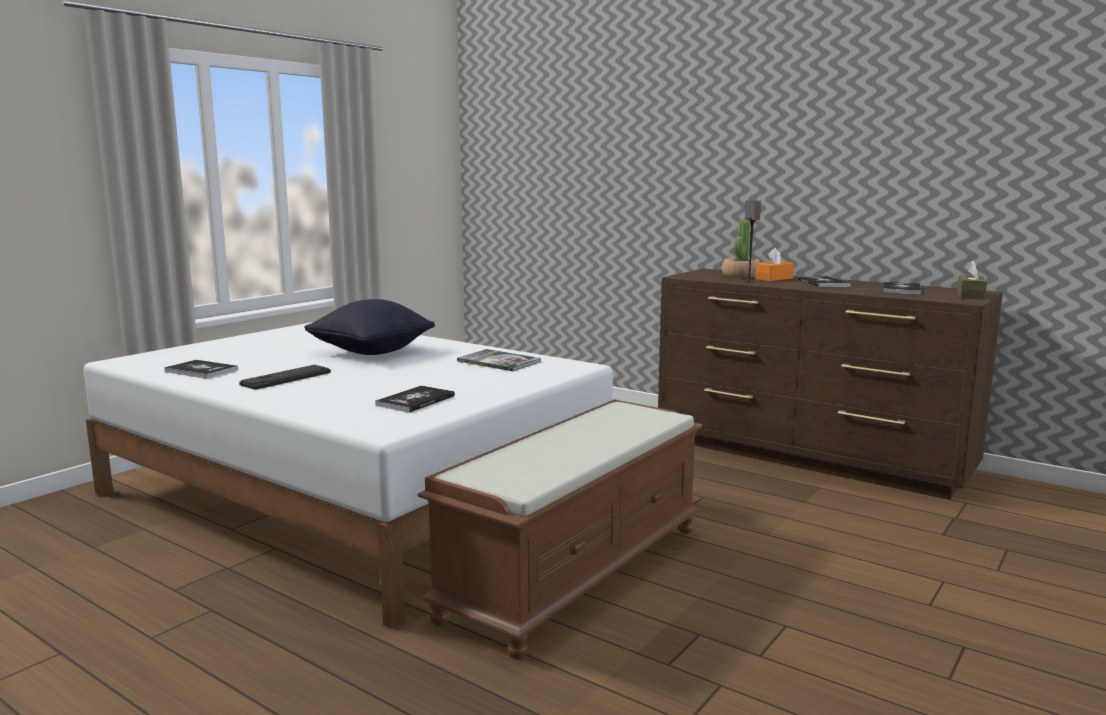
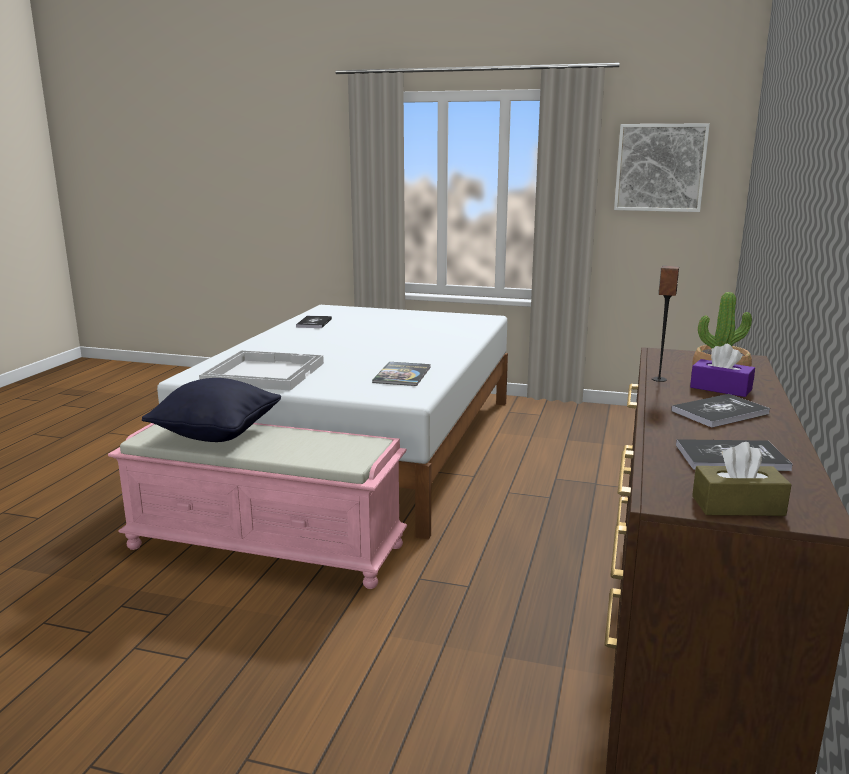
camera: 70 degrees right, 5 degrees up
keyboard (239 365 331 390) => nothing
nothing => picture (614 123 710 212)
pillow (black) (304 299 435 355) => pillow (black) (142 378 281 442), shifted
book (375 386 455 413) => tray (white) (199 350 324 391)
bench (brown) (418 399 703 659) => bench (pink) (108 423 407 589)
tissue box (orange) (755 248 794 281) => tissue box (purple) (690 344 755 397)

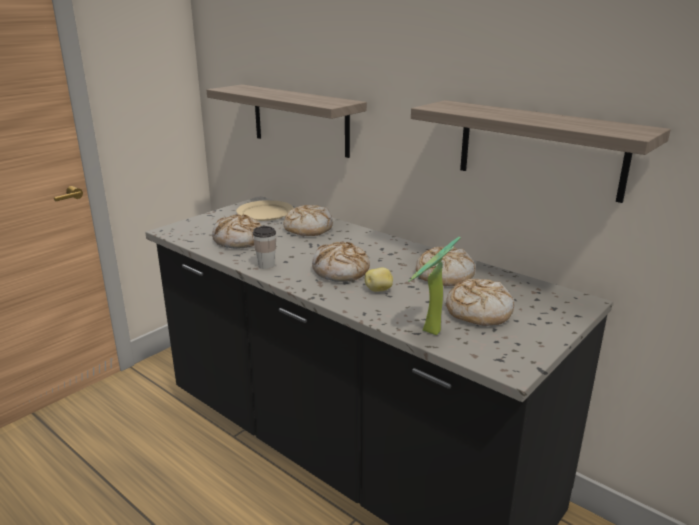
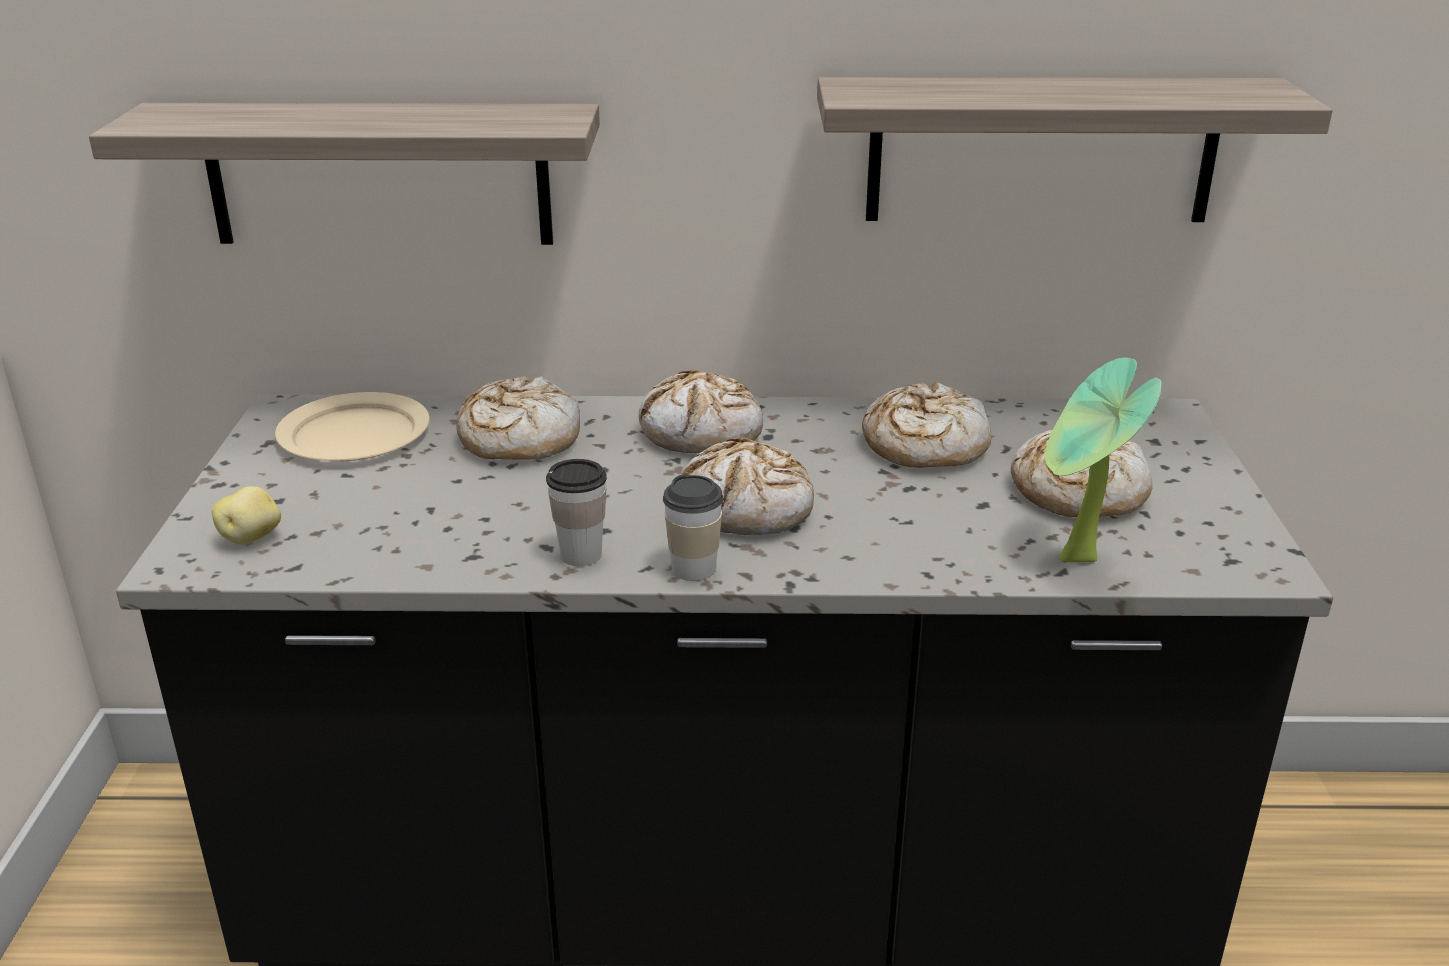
camera: 40 degrees left, 5 degrees up
nothing => cup (663 475 723 581)
bread (212 215 262 249) => bread (639 370 763 453), shifted
potato (365 267 393 292) => potato (212 486 281 545), shifted

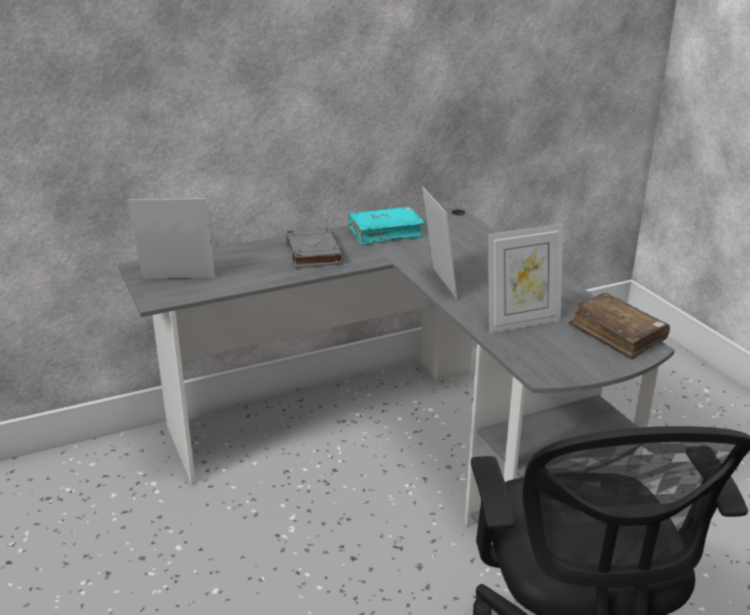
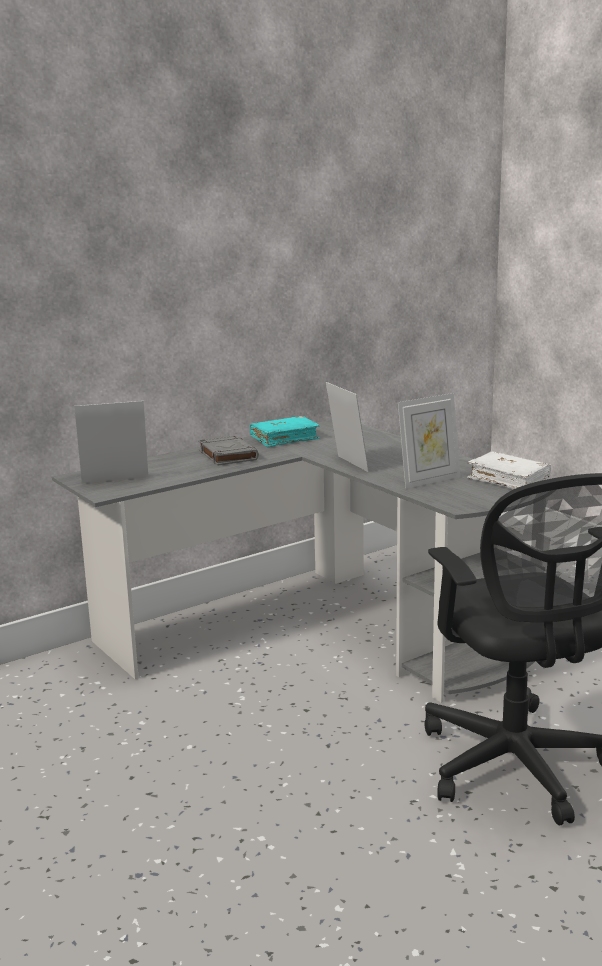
camera: 10 degrees left, 10 degrees down
book (brown) (568 293 670 360) => book (white) (467 451 551 489)

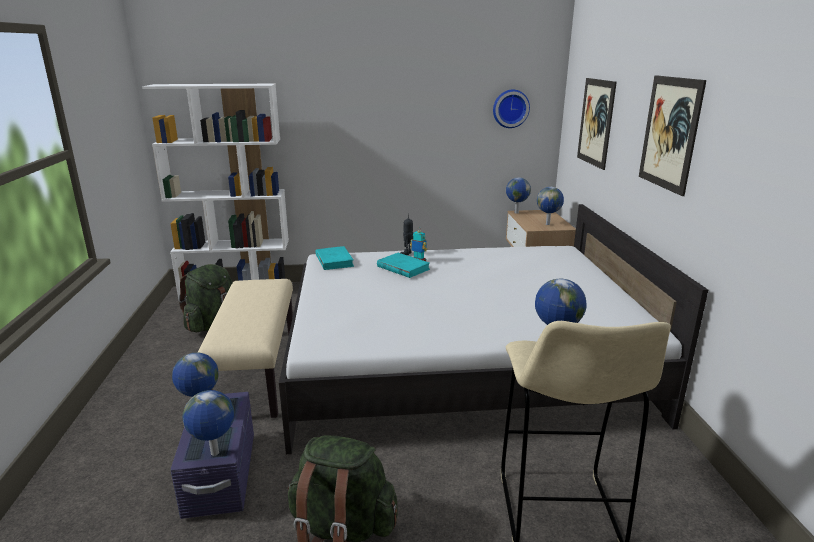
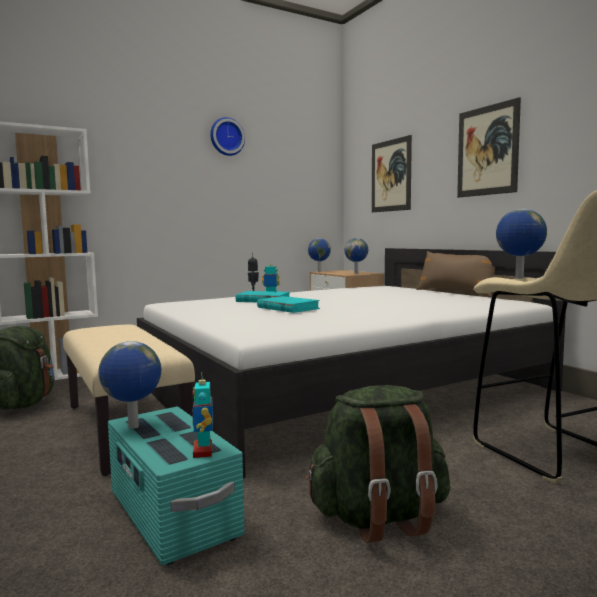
camera: 25 degrees left, 15 degrees down
nothing => pillow (brown) (416 251 495 297)
book (turquoise) (315 246 354 270) => book (turquoise) (257 296 320 313), shifted
wall clock (493 89 530 128) => wall clock (210 117 245 156), shifted
globe (182 390 234 456) => toy robot (192 379 213 458)
storage box (purple) (170 392 254 519) => storage box (turquoise) (108 407 245 565)

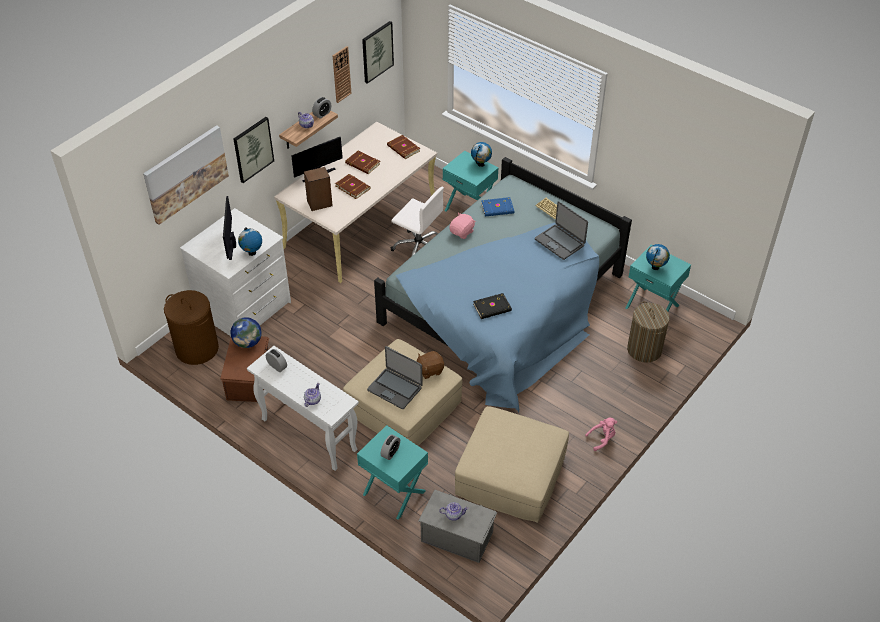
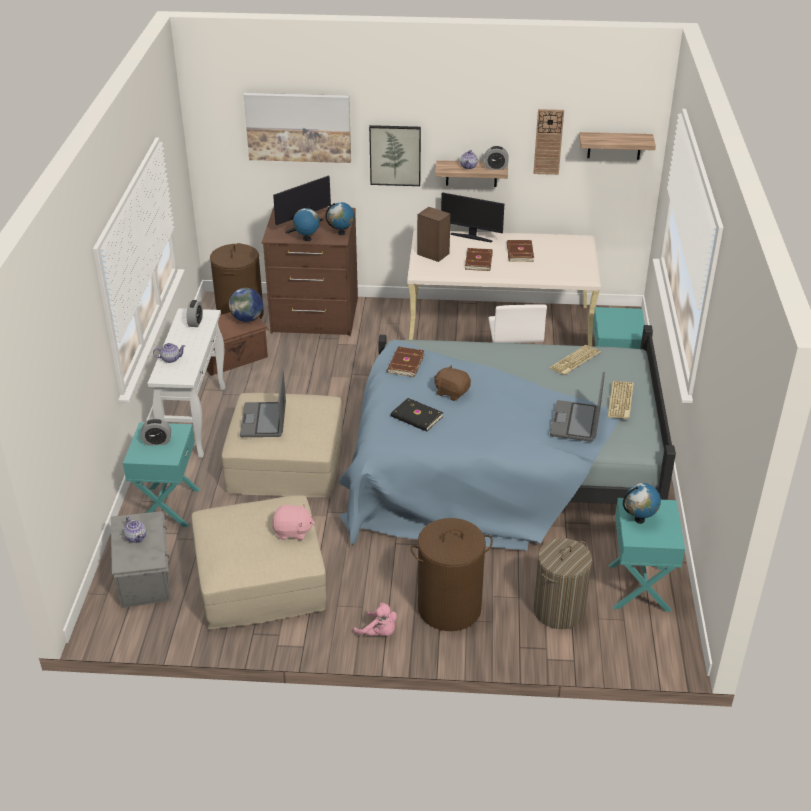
camera: 55 degrees right, 10 degrees down
nothing => laundry basket (brown) (411 518 493 631)
book (brown) (387 135 420 159) => book (brown) (387 347 425 377), shifted
plush toy (brown) (416 351 444 379) => plush toy (brown) (434 365 471 401), shifted
plush toy (pink) (449 212 476 239) => plush toy (pink) (272 503 315 540), shifted
globe (471 142 492 167) => globe (325 202 354 235), shifted
picture (362 21 394 84) => shelf (579 132 656 160)
book (blue) (481 197 514 217) => keyboard (549 345 601 375)
dresser (white) (180 208 291 336) => dresser (brown) (262 207 358 336)

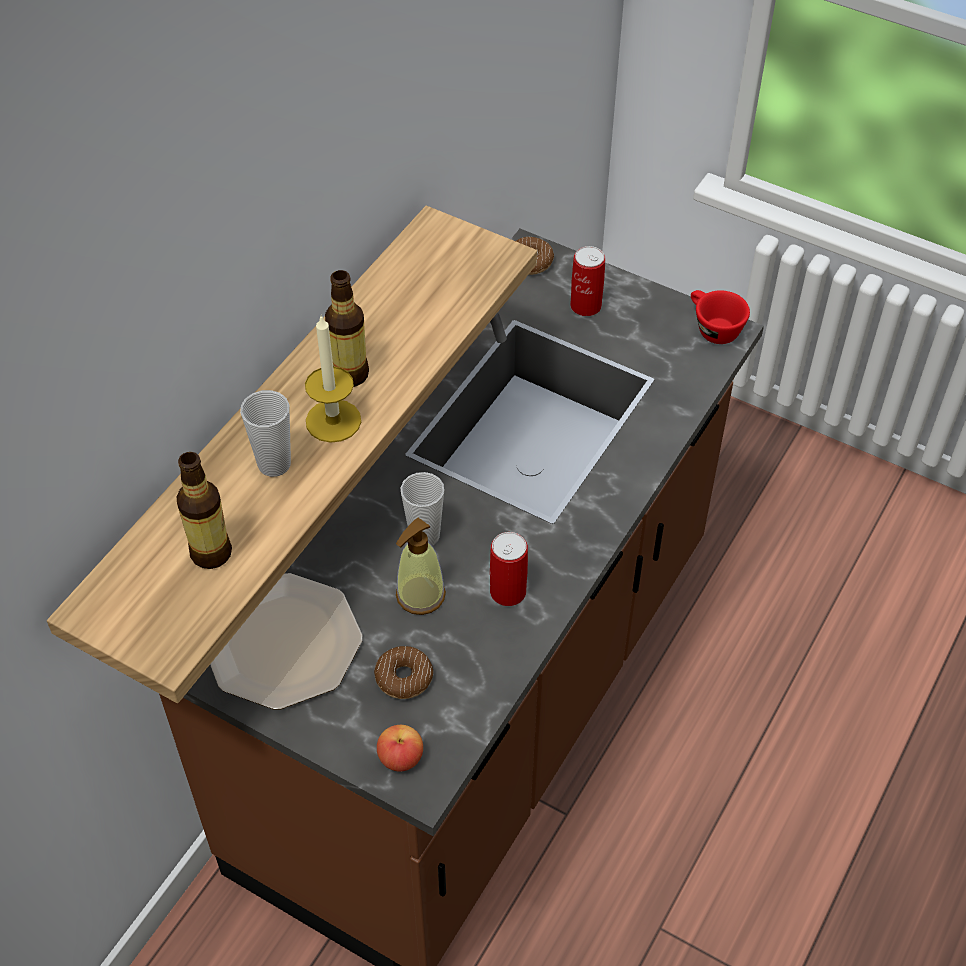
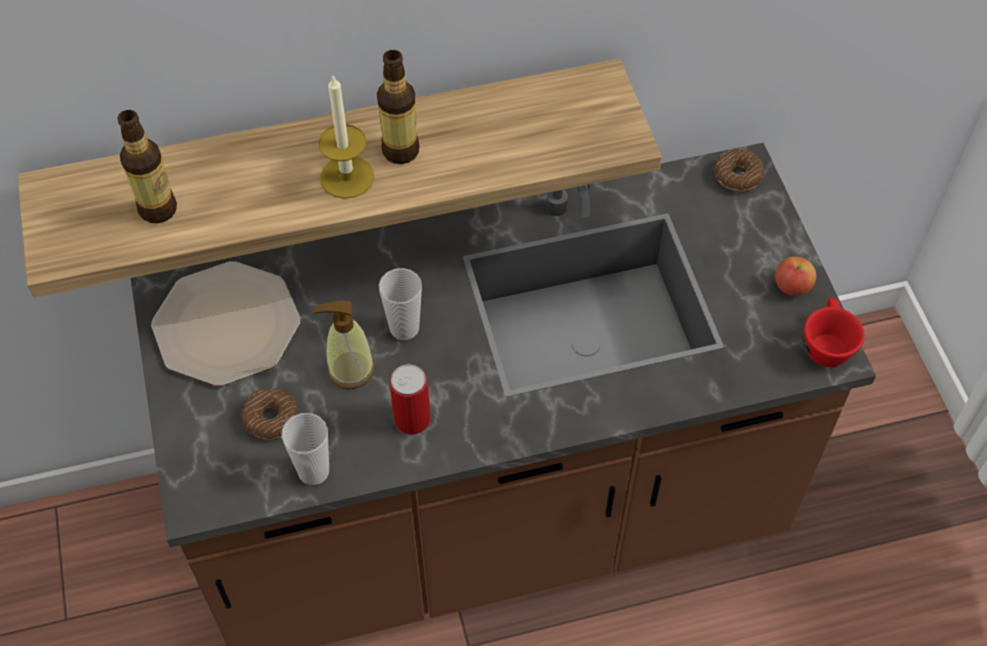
camera: 45 degrees right, 5 degrees up
can (570 246 605 316) => nothing
cup (240 390 291 477) => cup (281 413 329 485), shifted
apple (377 725 423 772) => apple (775 257 816 296), shifted

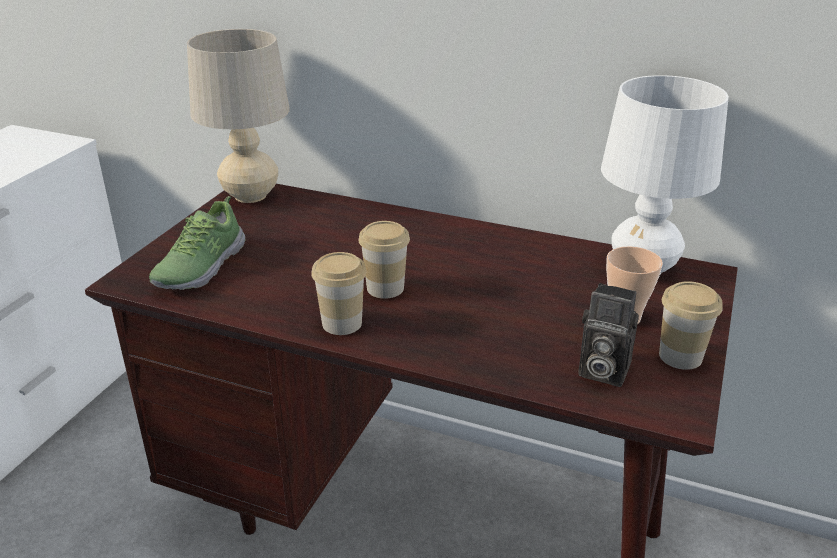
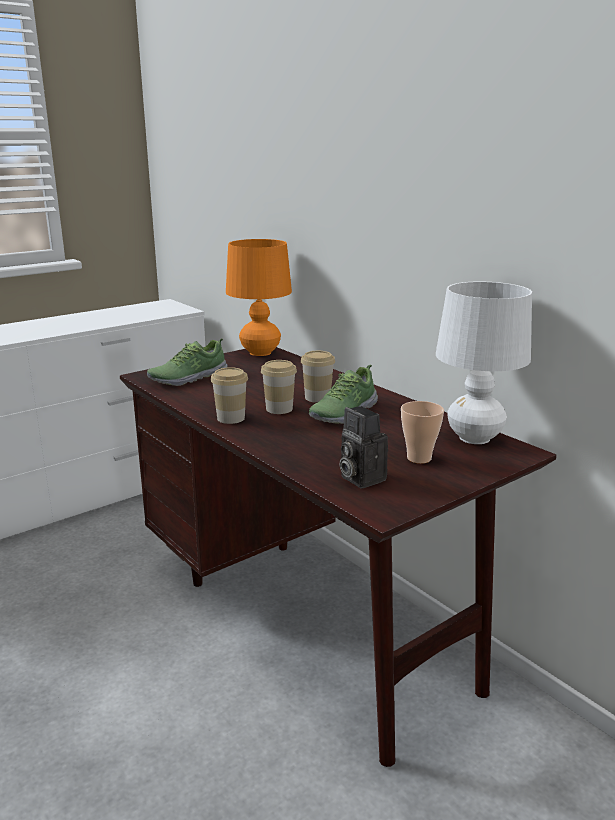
camera: 30 degrees right, 10 degrees down
nothing => shoe (309 365 378 424)
cup (659 281 723 370) => cup (301 351 335 403), shifted
table lamp (beige) (187 29 290 203) => table lamp (orange) (226 239 292 356)

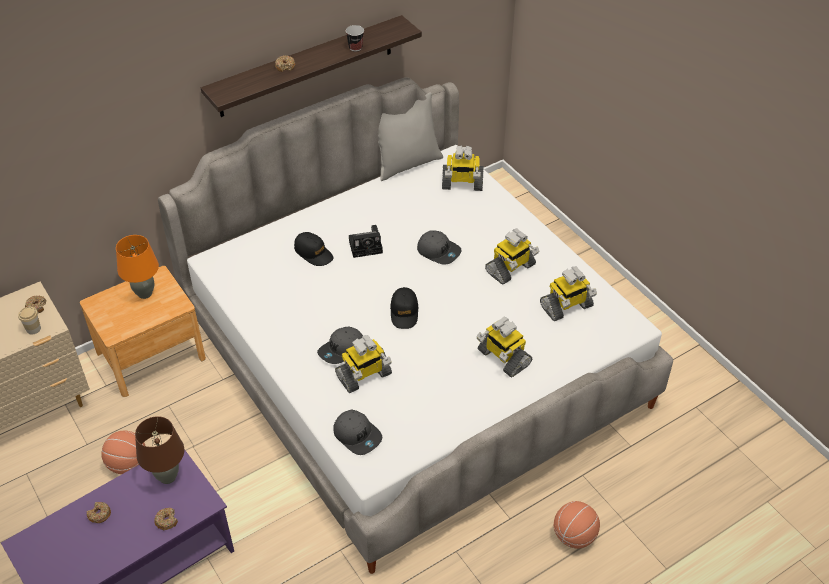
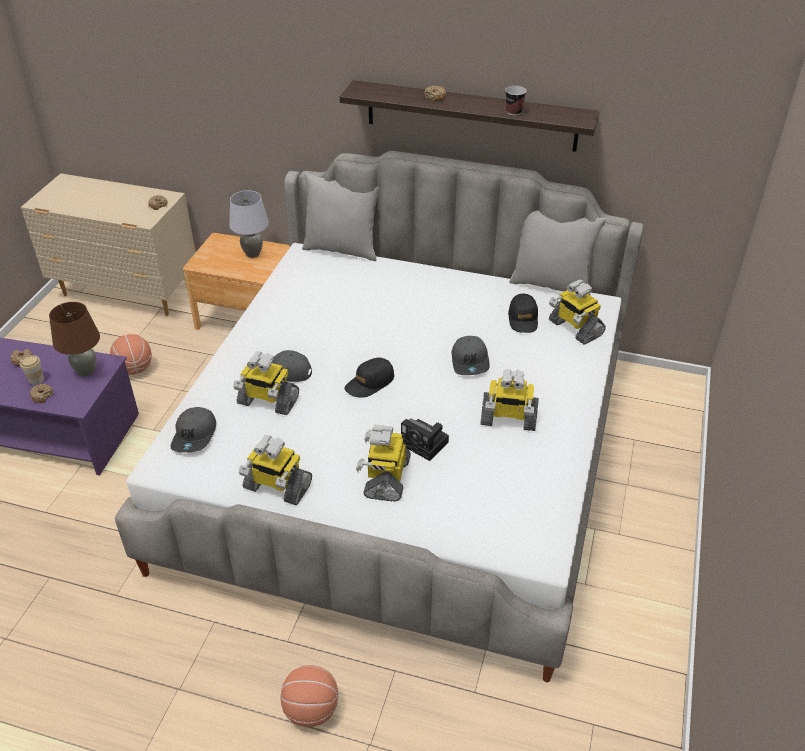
camera: 50 degrees right, 5 degrees down
nothing => pillow (grey) (302 173 379 261)
cup (18 307 41 335) => cup (20 355 44 385), shifted
cap (black) (294 232 334 266) => cap (black) (508 293 538 333), shifted
photo camera (349 225 383 258) => photo camera (401 419 449 461), shifted
toy robot (540 266 597 321) => toy robot (239 435 312 505), shifted
table lamp (orange) (116 235 159 299) => table lamp (grey) (229 190 269 258)

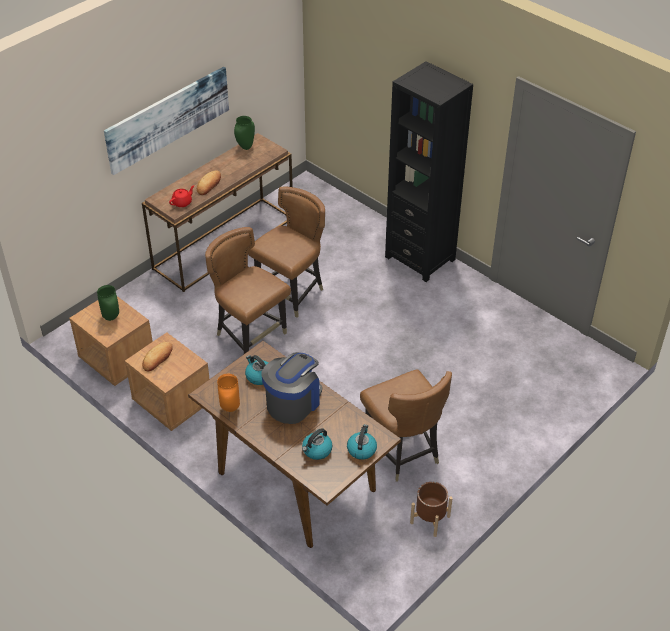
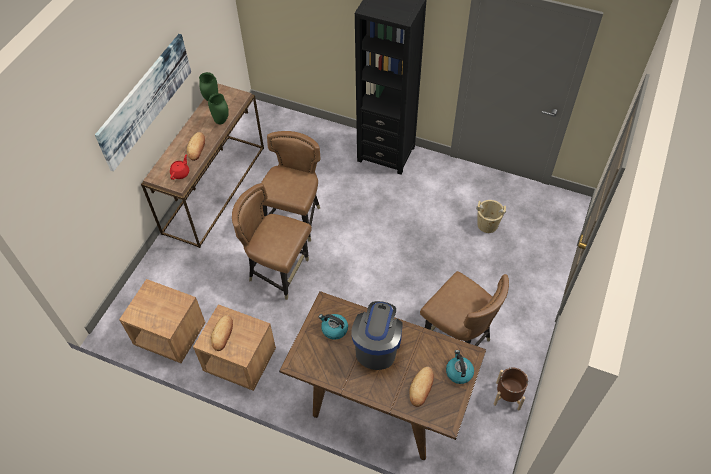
camera: 20 degrees left, 10 degrees up
vase (orange) (217 374 240 412) => nothing
nothing => bucket (beige) (476 200 506 233)
vase (green) (97 285 119 321) => vase (green) (208 93 229 125), shifted
kettle (302 428 333 460) => bread (409 367 434 407)

